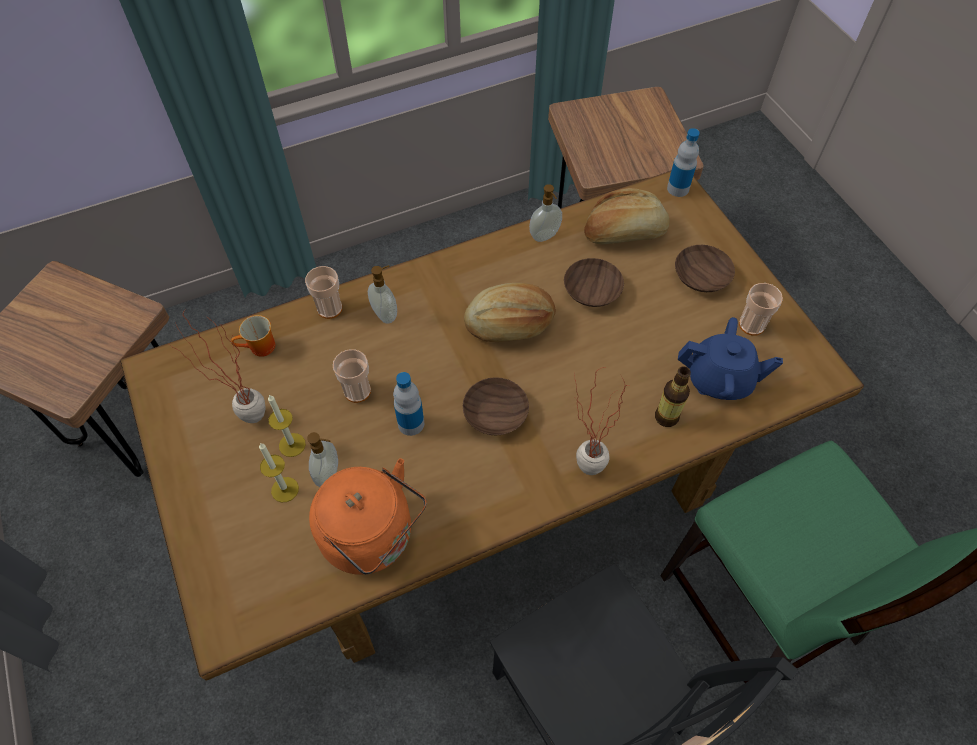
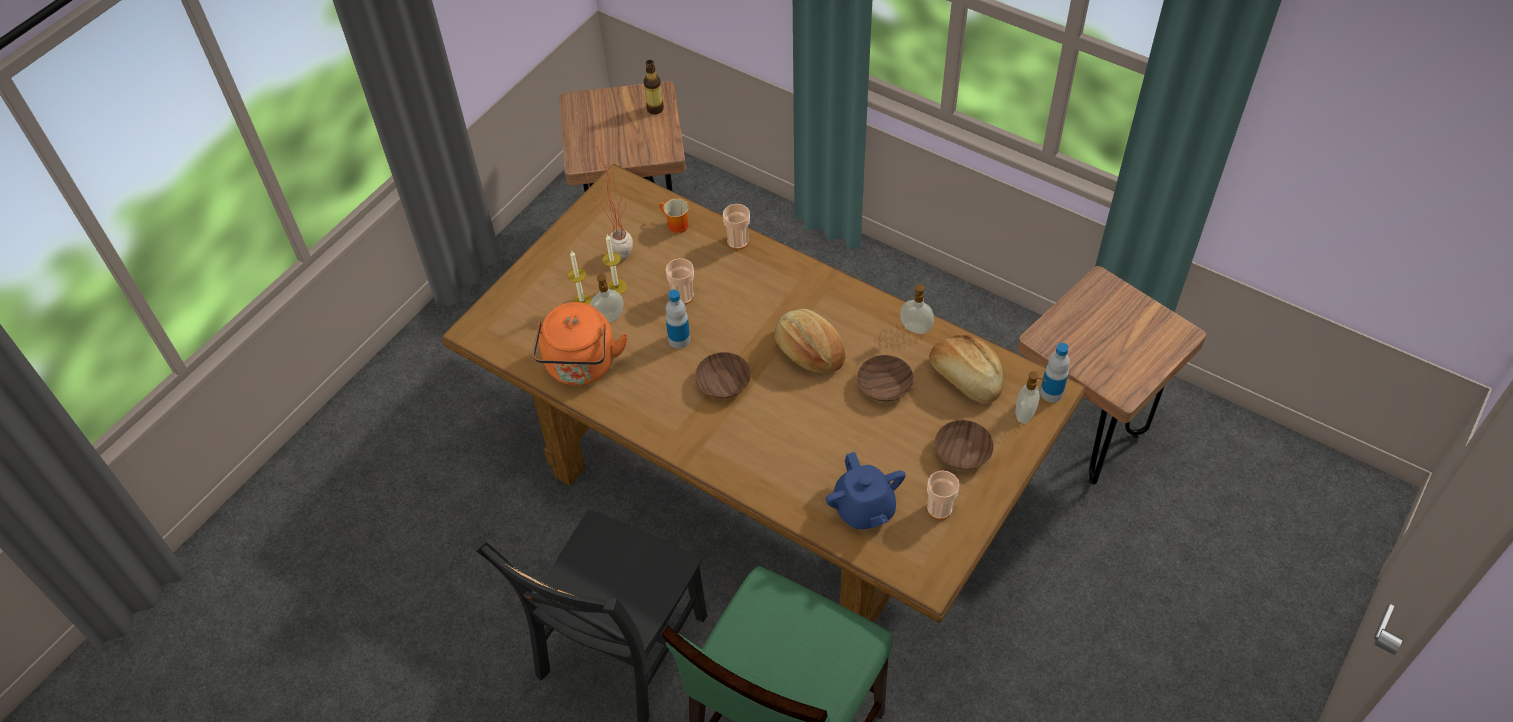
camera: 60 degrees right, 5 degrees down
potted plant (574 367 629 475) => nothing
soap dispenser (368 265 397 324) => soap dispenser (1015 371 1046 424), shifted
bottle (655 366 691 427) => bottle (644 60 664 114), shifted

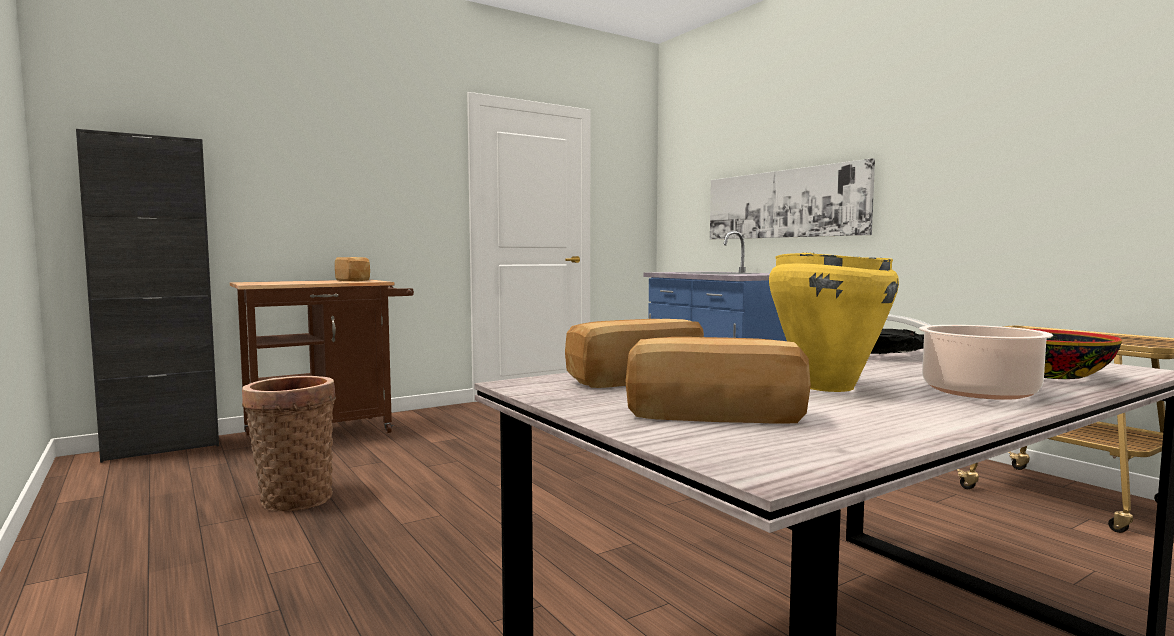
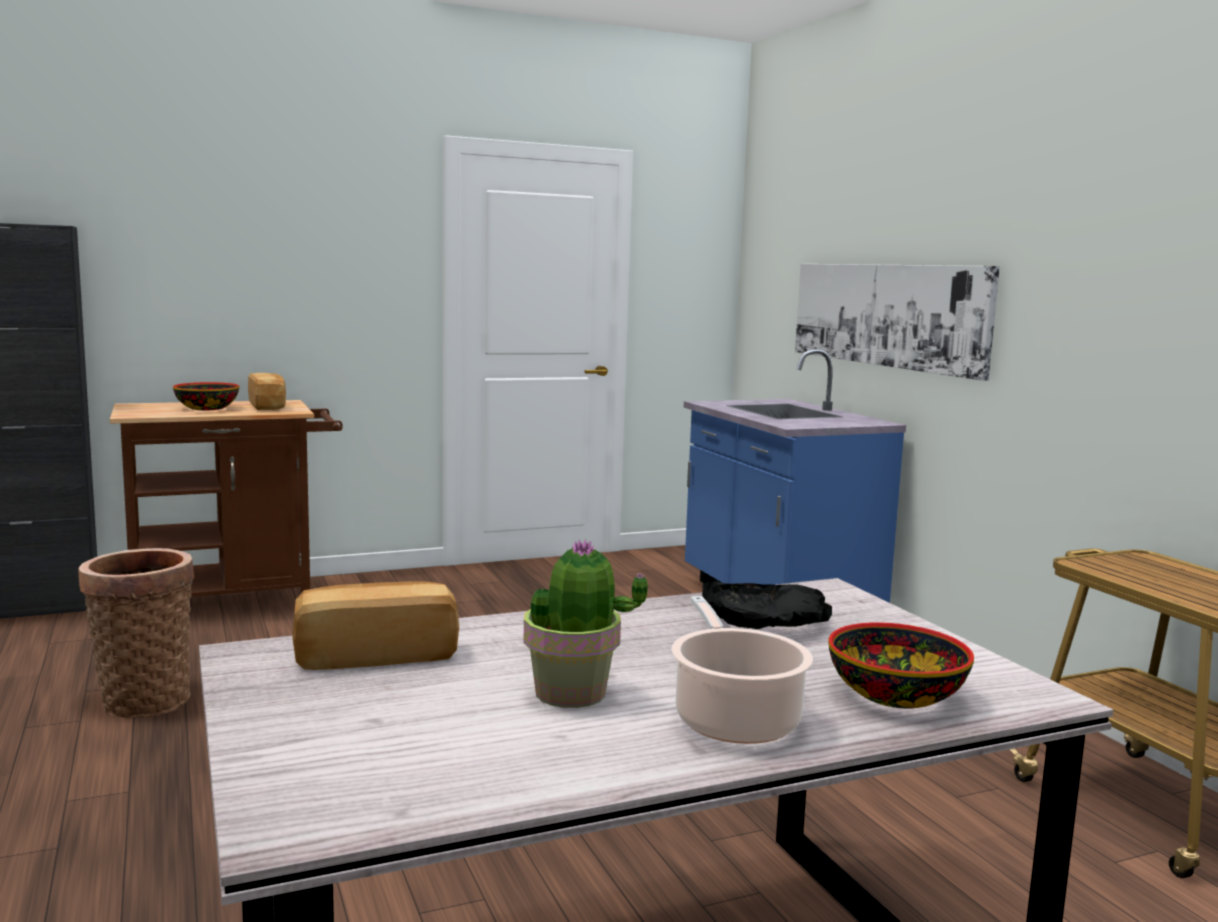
camera: 10 degrees right, 5 degrees up
bread (626 337 811 424) => nothing
nothing => bowl (173 382 239 410)
cooking pot (yellow) (769 252 899 392) => potted plant (523 539 648 708)

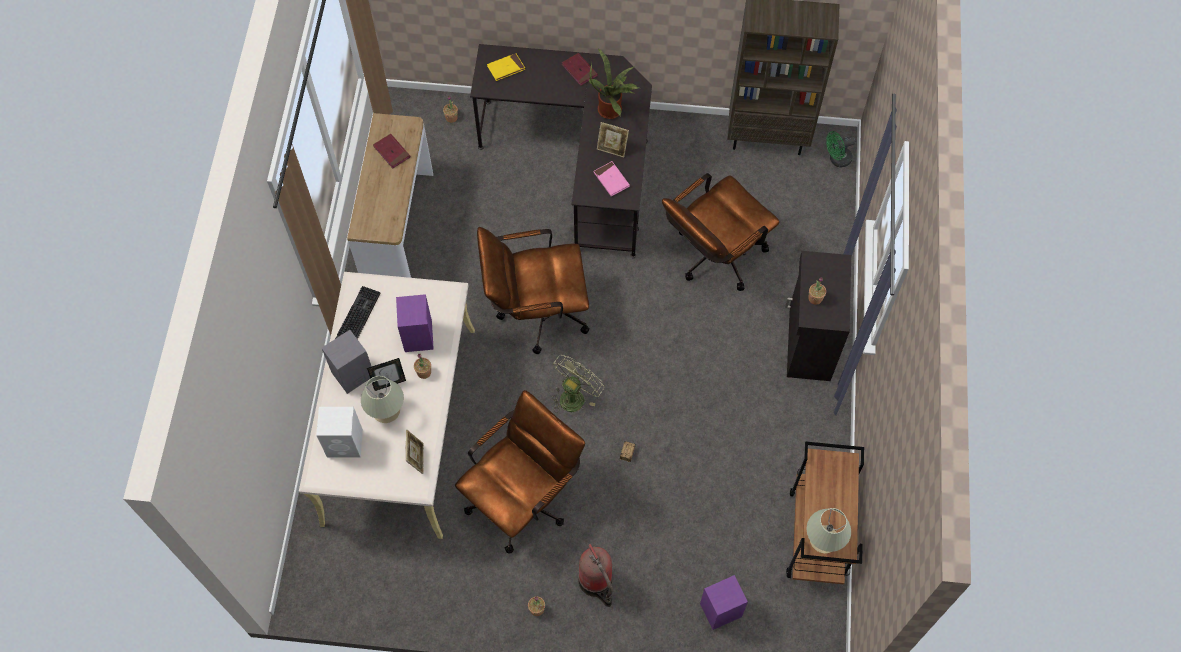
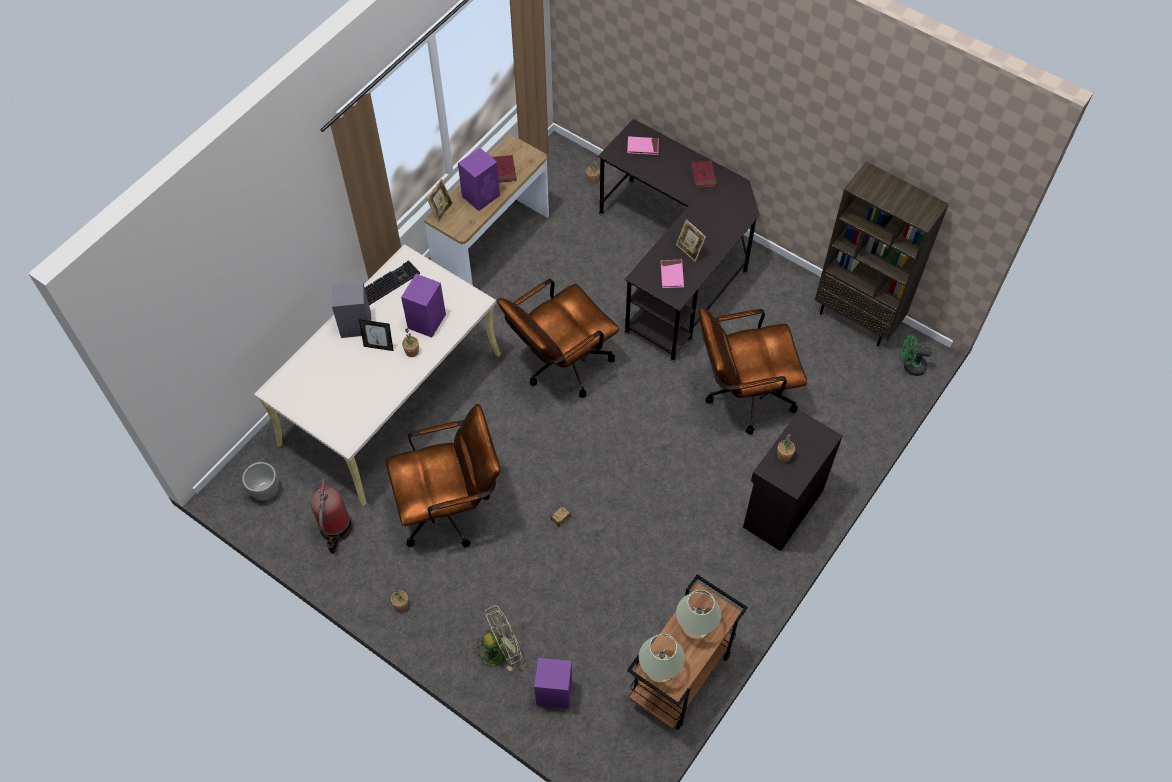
camera: 30 degrees right, 5 degrees down
speaker (white) (316 407 363 458) => nothing
potted plant (589 48 639 119) => nothing
nothing => planter (242 462 279 500)
nothing => speaker (purple) (458 148 500 211)
table lamp (beige) (361 376 404 423) => table lamp (beige) (676 590 721 639), shifted
picture frame (406 430 424 474) => picture frame (427 179 453 222), shifted
fan (green) (551 355 604 413) => fan (green) (471 605 522 672), shifted
fire extinguisher (578 544 613 607) => fire extinguisher (310 480 352 554), shifted
book (yellow) (487 53 525 81) => book (pink) (627 136 659 155)
office chair (brown) (477 227 590 354) => office chair (brown) (497 279 619 398), 60 degrees counterclockwise

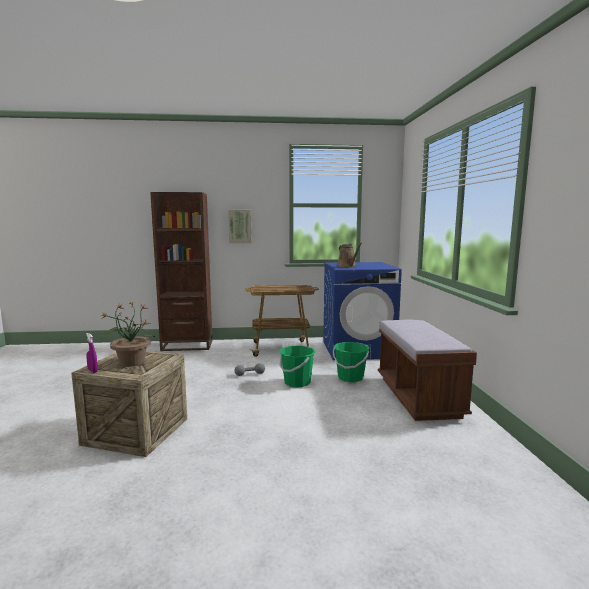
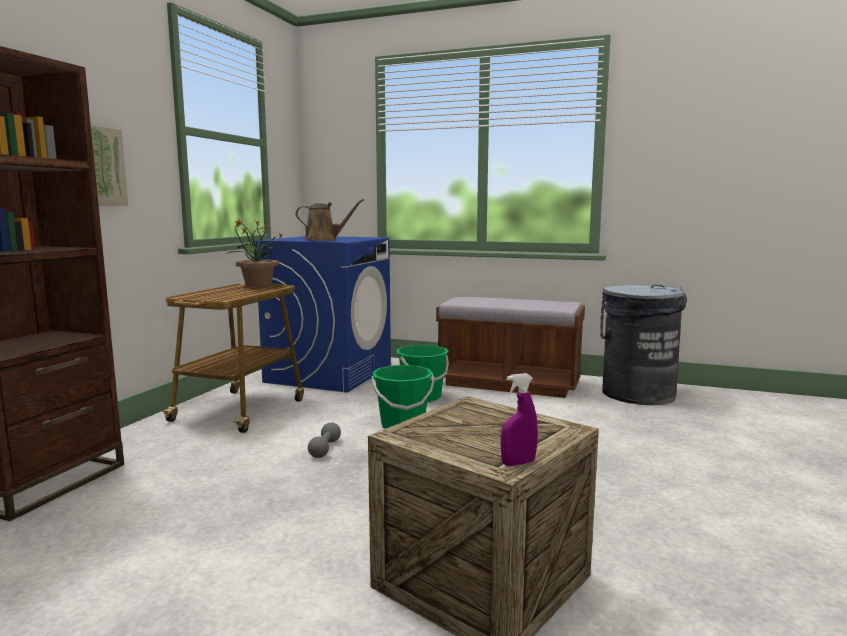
camera: 65 degrees left, 0 degrees up
nothing => trash can (grey) (600 284 687 405)
potted plant (100 302 155 367) => potted plant (227 220 284 287), shifted

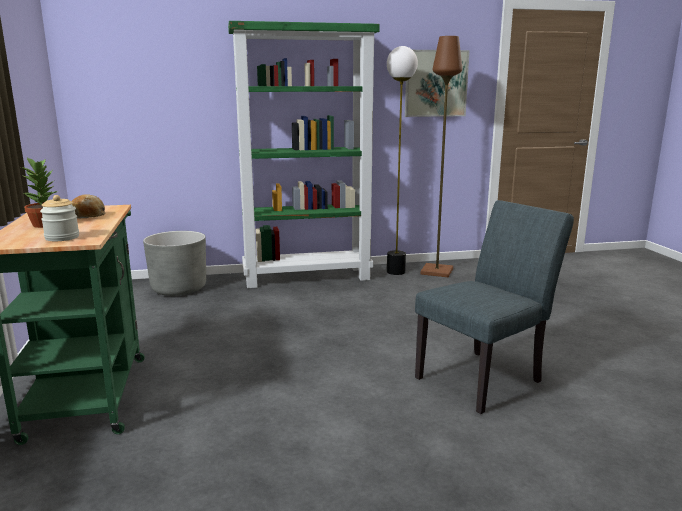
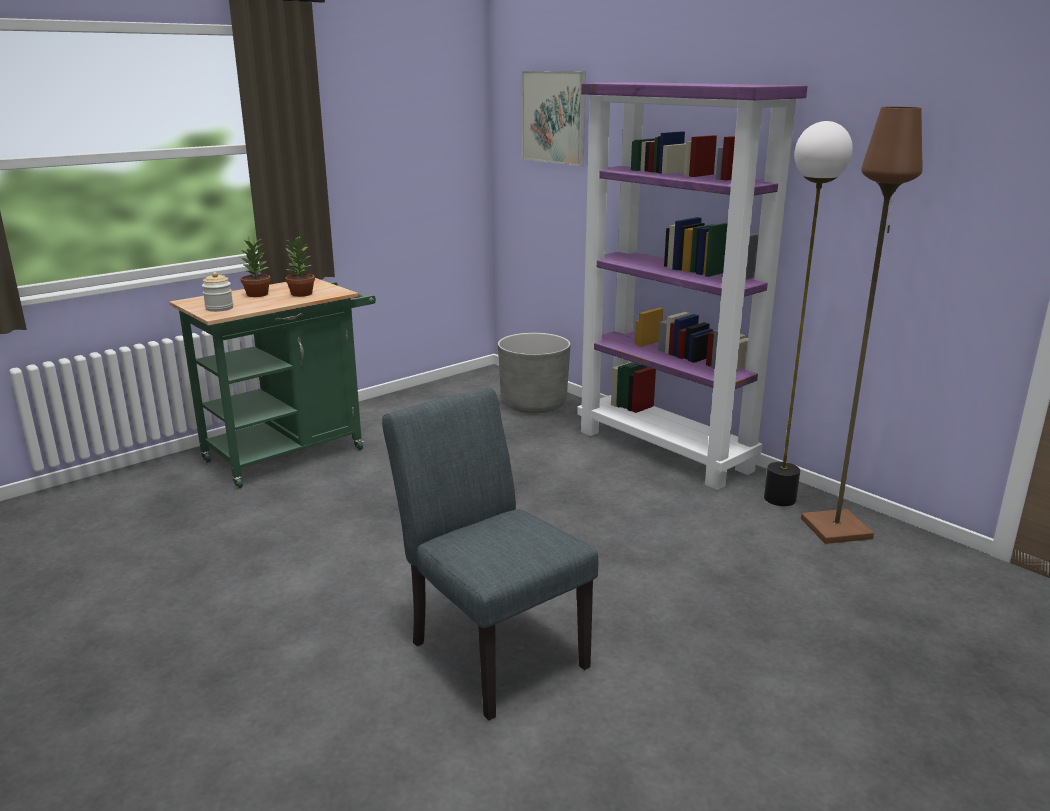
camera: 60 degrees right, 5 degrees up
picture (405 50 470 117) => picture (522 71 586 166), shifted
bread (72 194 105 218) => potted plant (285 236 315 297)
bookcase (green) (228 21 380 288) => bookcase (purple) (577 82 808 490)
chair (grey) (415 200 574 414) => chair (grey) (382 388 598 721), 150 degrees counterclockwise

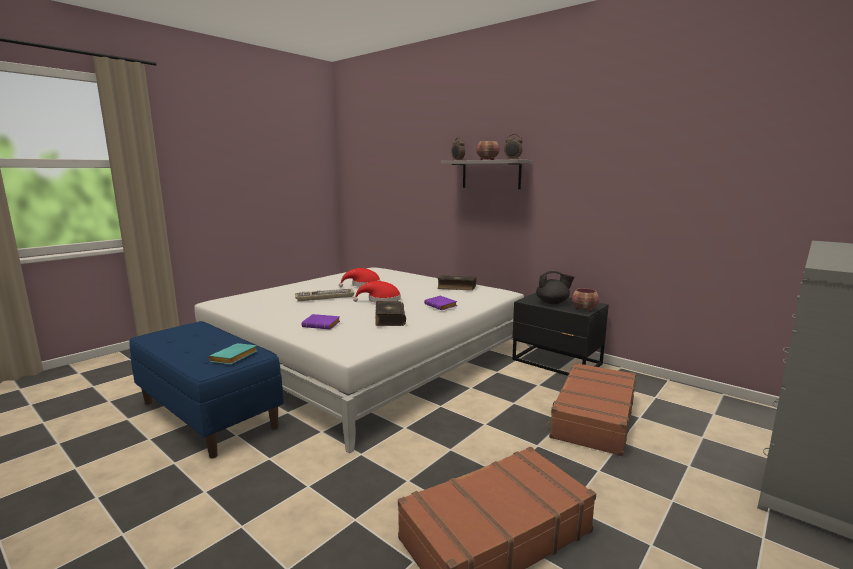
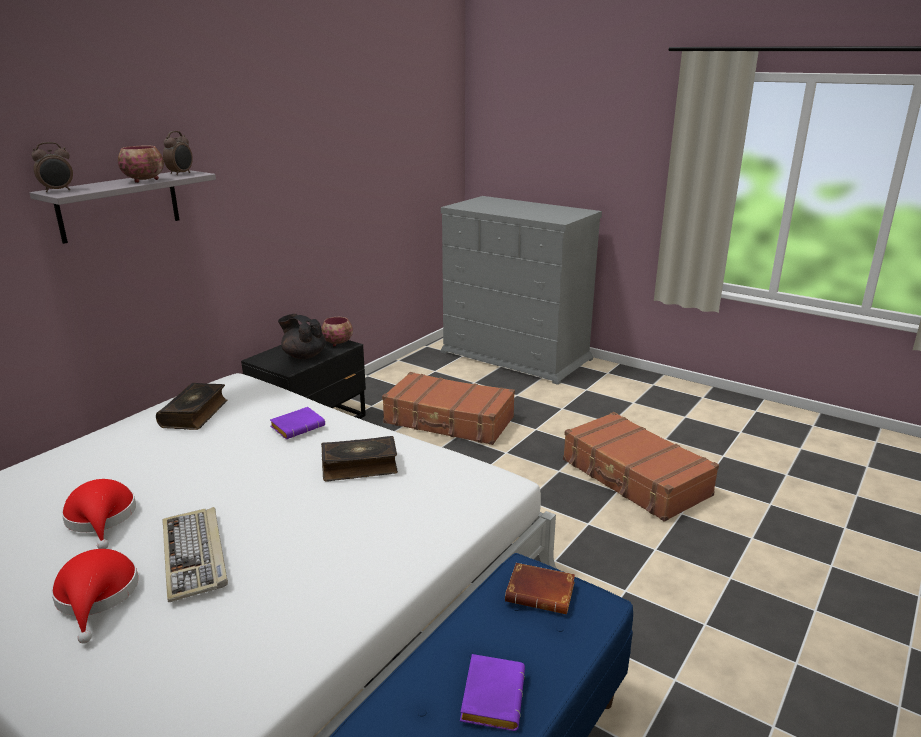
camera: 95 degrees left, 10 degrees up
book (purple) (302 314 340 330) => book (purple) (460 654 525 731), shifted
hat (red) (353 281 401 303) => hat (red) (51 549 138 644), shifted
book (turquoise) (209 343 257 365) => book (brown) (505 563 575 614)
teapot (black) (536 271 574 304) => teapot (black) (278 314 326 359), 60 degrees counterclockwise

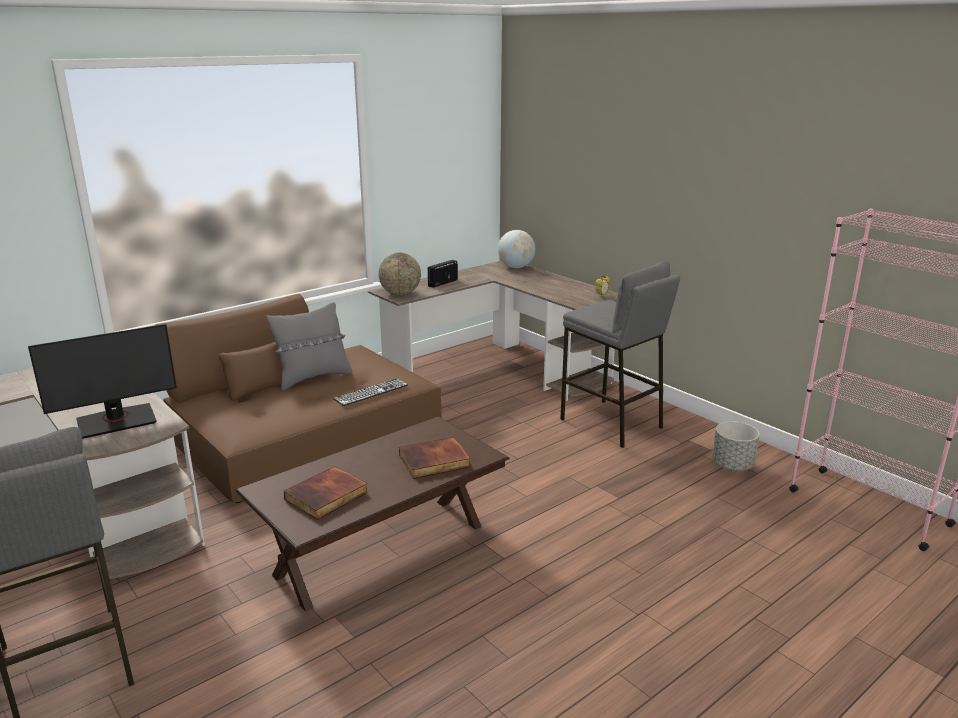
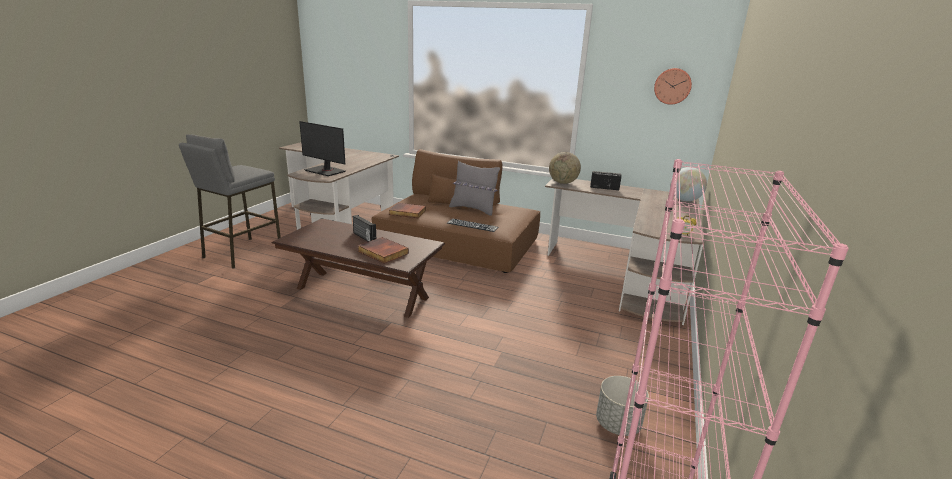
camera: 60 degrees right, 0 degrees up
stool (grey) (560 261 680 448) => nothing
nothing => radio (353 215 376 242)
nothing => wall clock (654 68 692 105)
book (284 466 368 520) => book (389 203 426 218), shifted

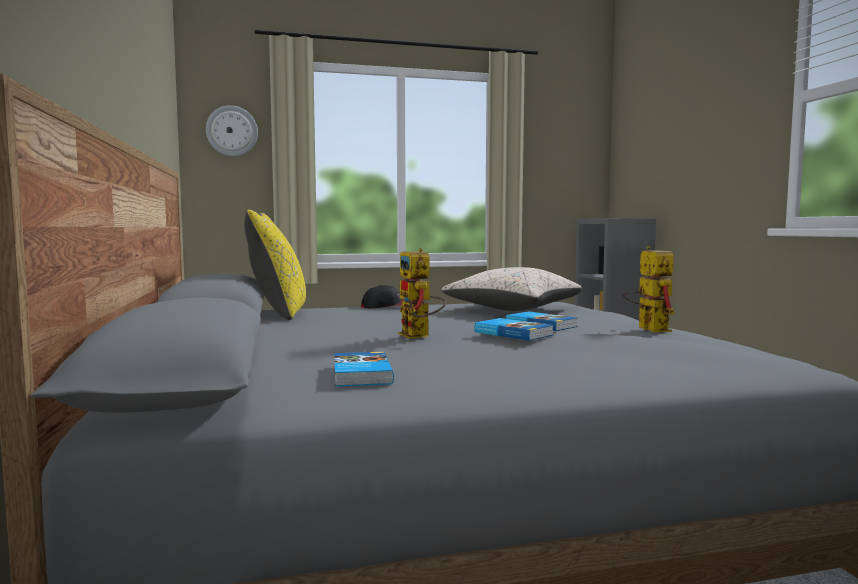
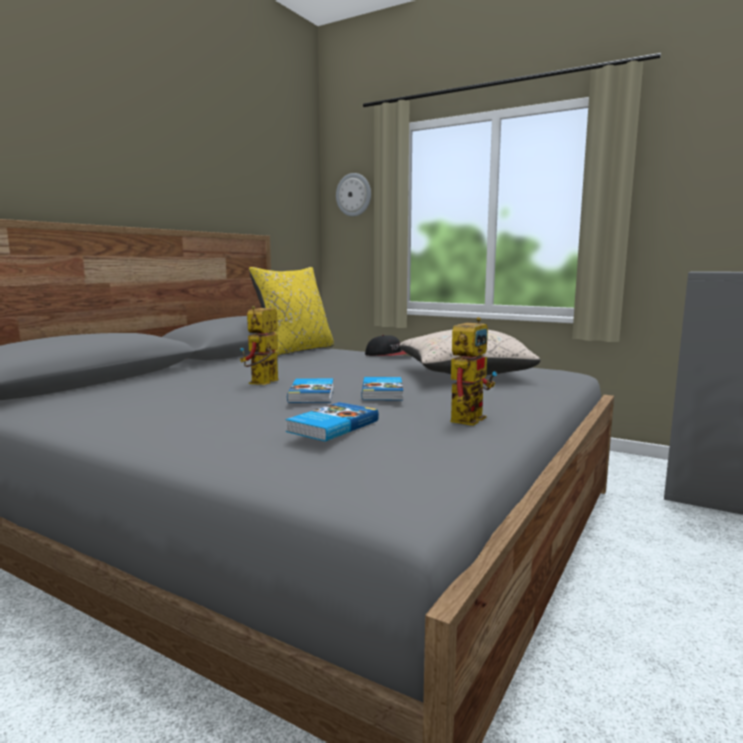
camera: 45 degrees right, 5 degrees up
book (335 352 394 387) => book (285 402 379 441), shifted

